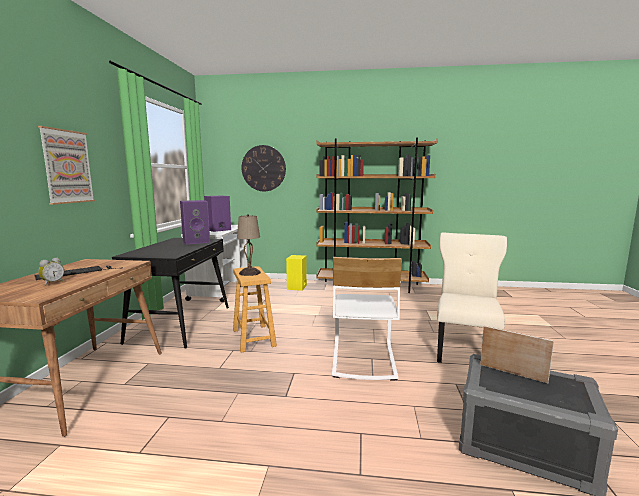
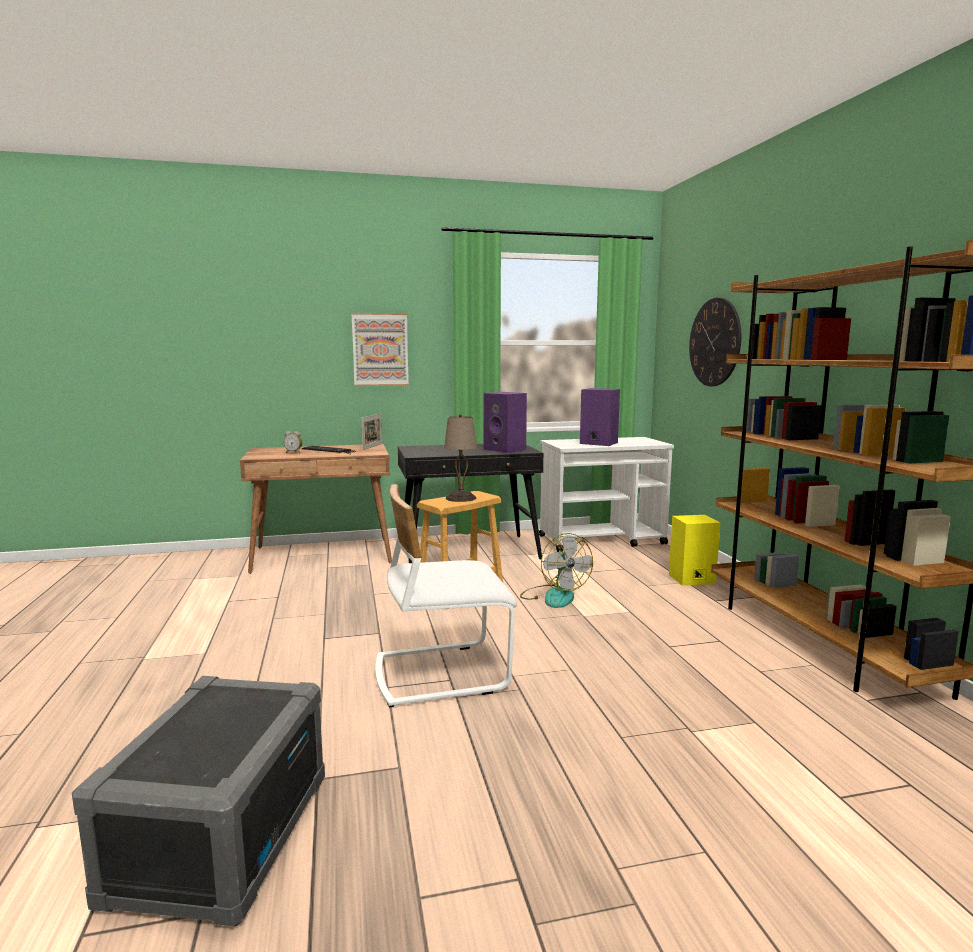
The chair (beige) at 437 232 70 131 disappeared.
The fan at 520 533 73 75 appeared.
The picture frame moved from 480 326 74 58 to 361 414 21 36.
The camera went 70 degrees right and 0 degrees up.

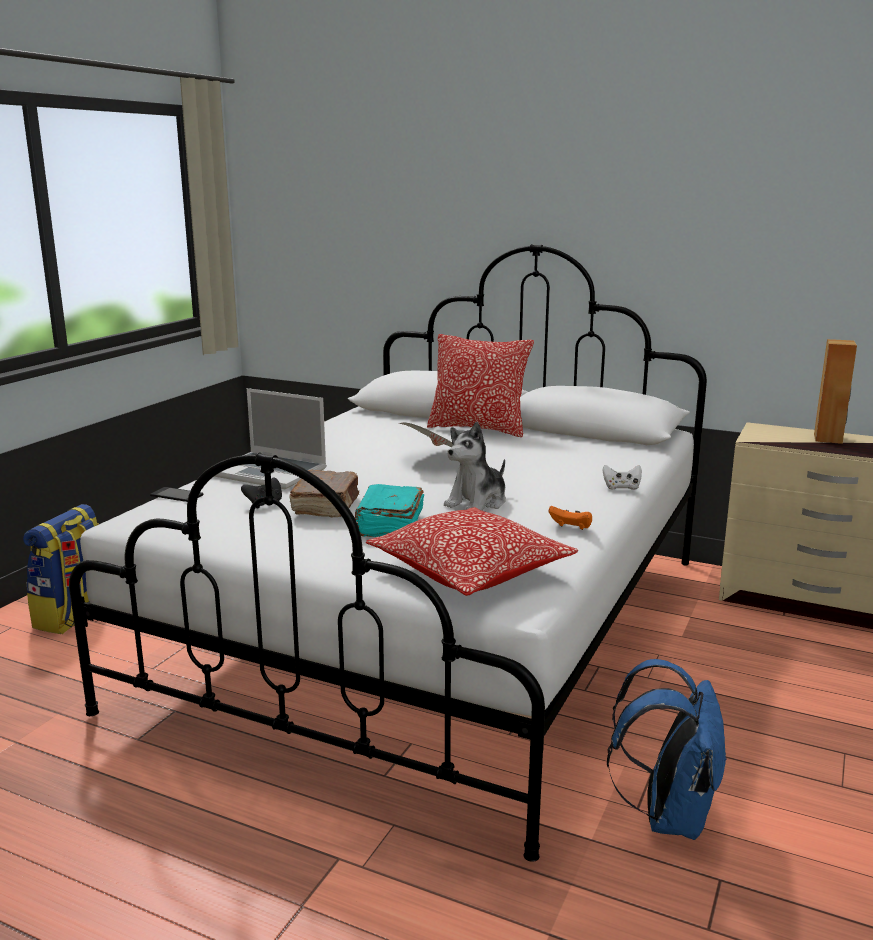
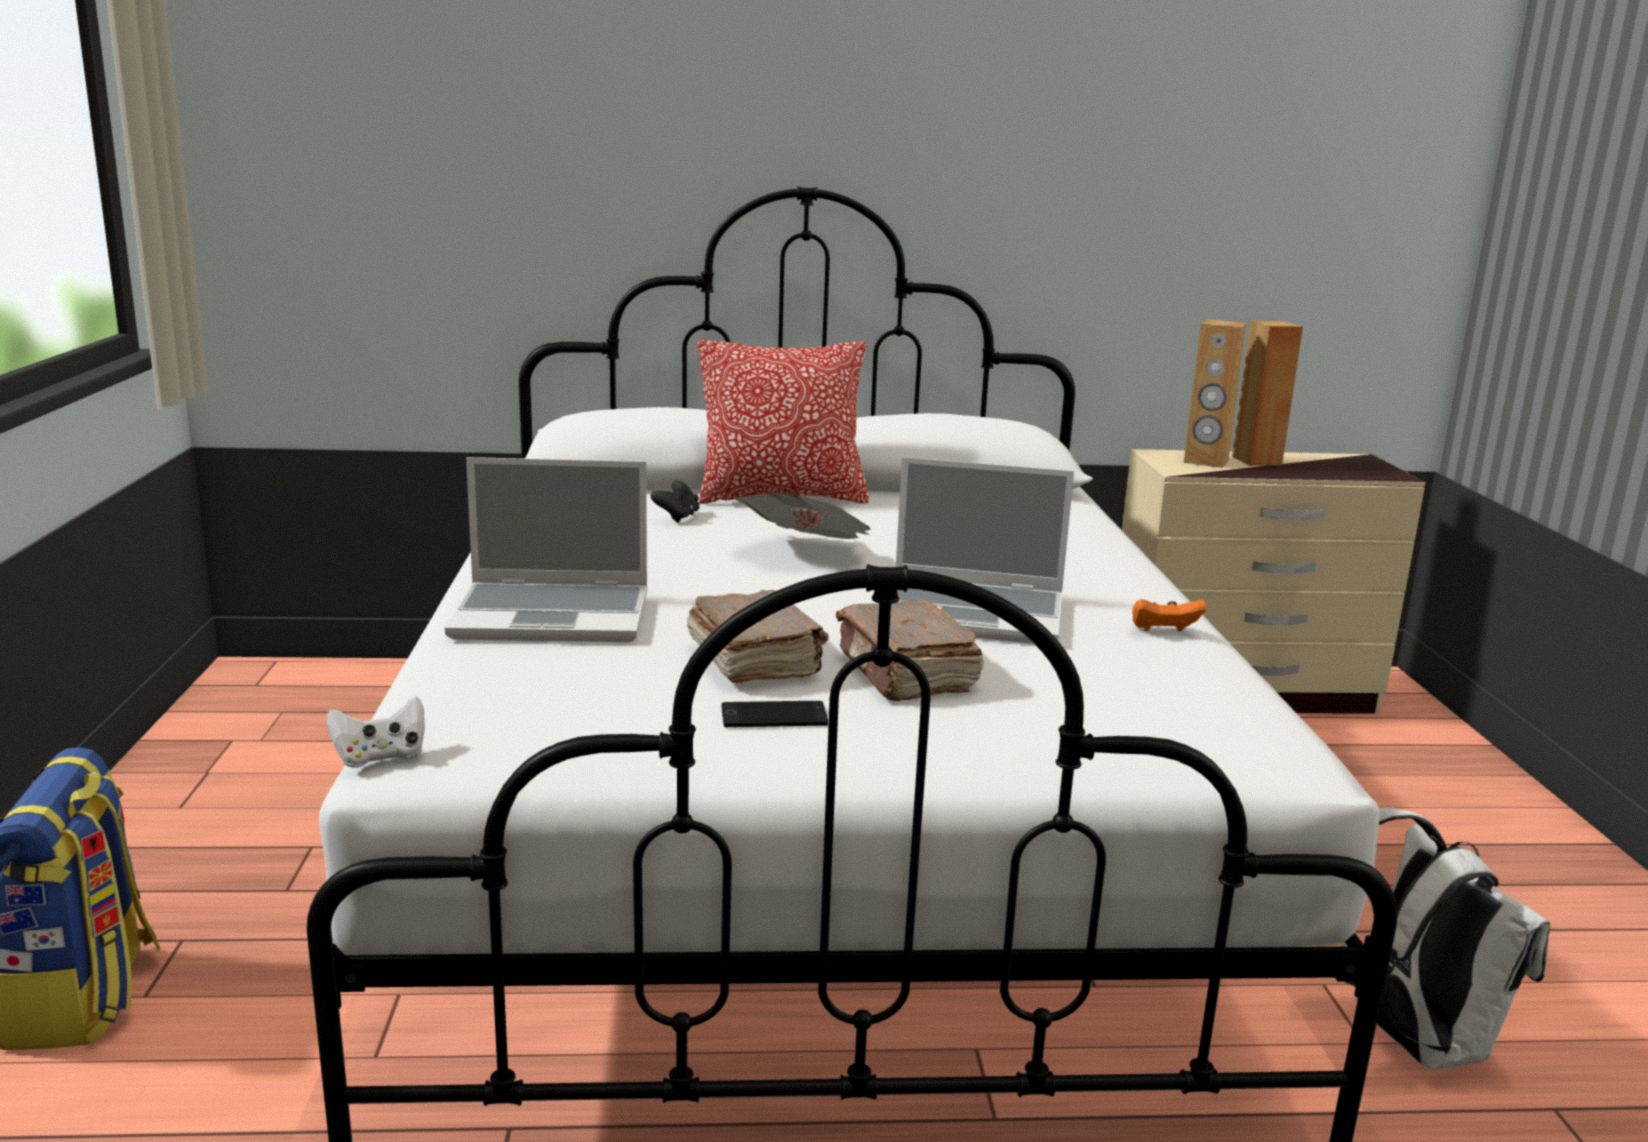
The pillow at 366 507 213 89 disappeared.
The speaker (brown) at 1184 319 62 149 appeared.
The phone moved from 150 487 53 15 to 722 701 106 27.
The game controller (black) moved from 241 478 41 31 to 651 480 49 43.
The game controller (white) moved from 603 465 39 25 to 327 697 98 71.
The plush toy at 444 422 62 88 was replaced by the laptop at 896 457 178 187.
The book (turquoise) at 355 484 69 53 became the book (brown) at 836 599 148 102.
The backpack (blue) at 607 659 120 181 became the backpack (white) at 1333 807 217 263.
The camera went 30 degrees left and 0 degrees up.

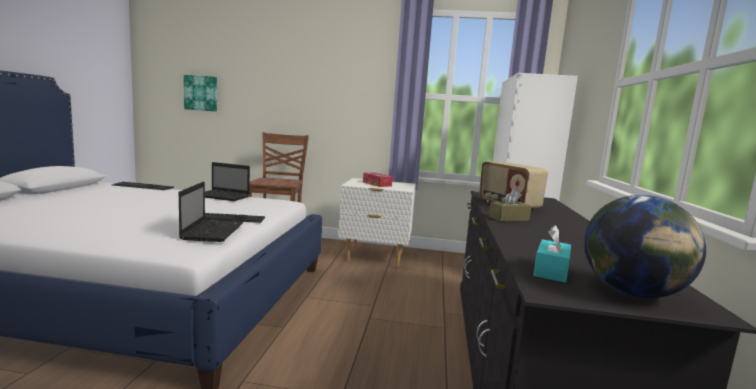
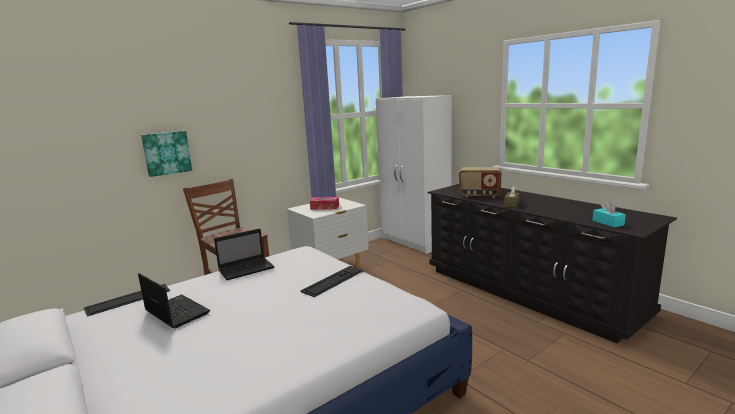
The globe at 584 195 122 103 disappeared.
The laptop moved from 179 182 64 60 to 138 273 72 55.
The picture moved from 184 75 33 37 to 141 131 51 46.
The camera went 45 degrees left and 5 degrees up.

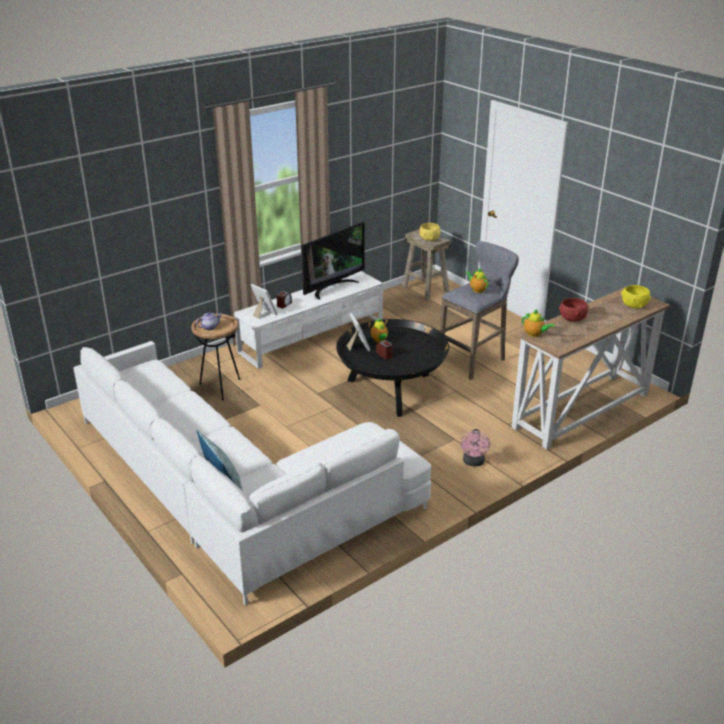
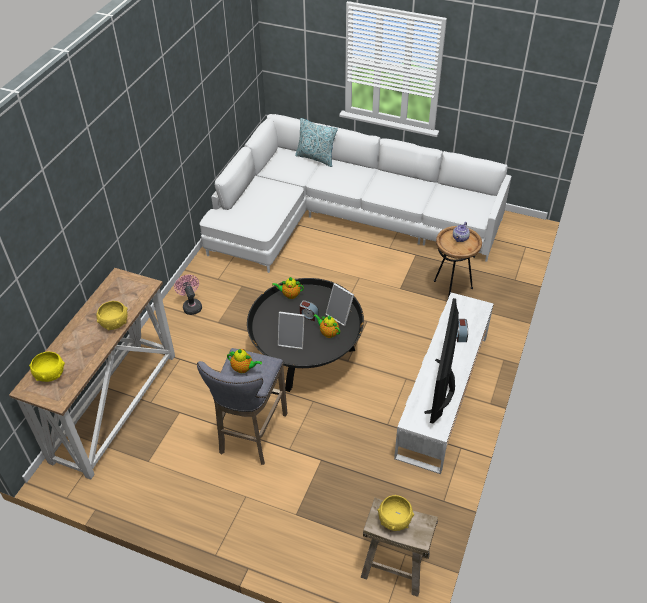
The picture frame moved from 251 284 26 35 to 278 311 27 38.
The teapot moved from 522 309 33 28 to 272 277 32 22.
The bowl (red) at 559 298 30 24 became the bowl (yellow) at 96 301 32 29.
The camera went 150 degrees right and 15 degrees up.

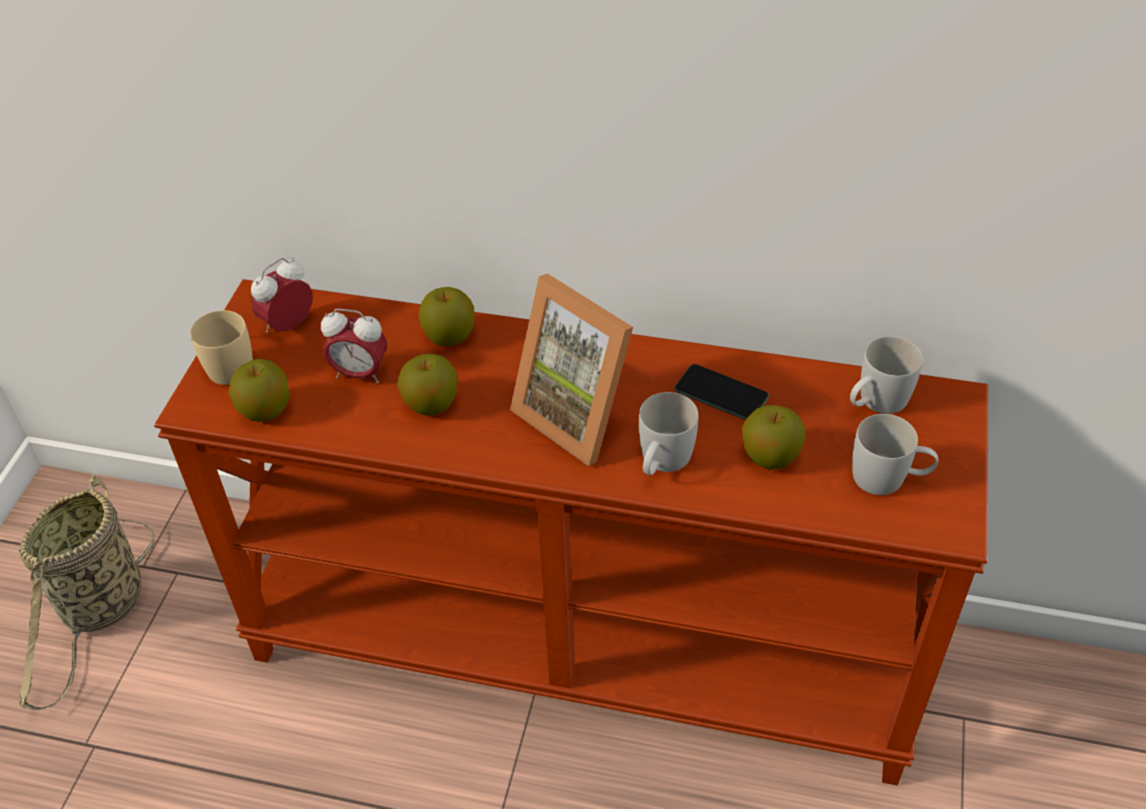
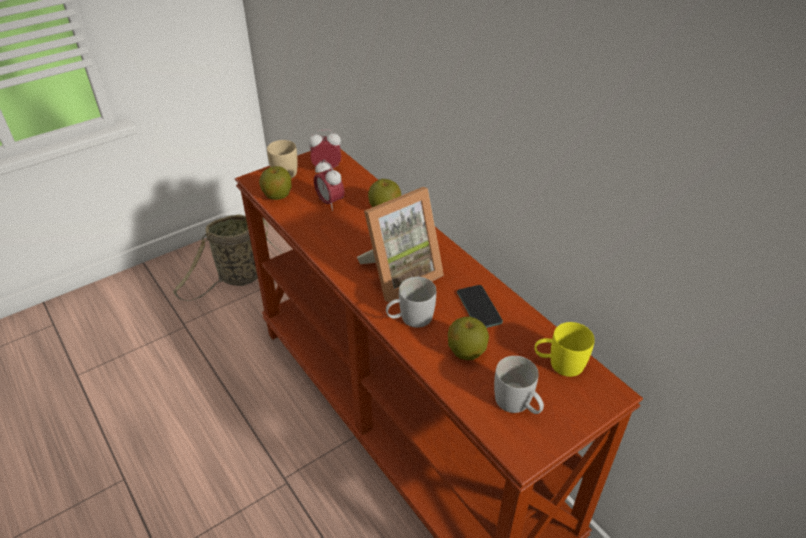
The apple at 397 354 60 61 disappeared.
The mug (white) at 850 336 73 78 became the mug (yellow) at 535 322 60 55.
The picture frame at 510 274 123 192 turned 120 degrees counterclockwise.
The camera went 40 degrees right and 5 degrees down.

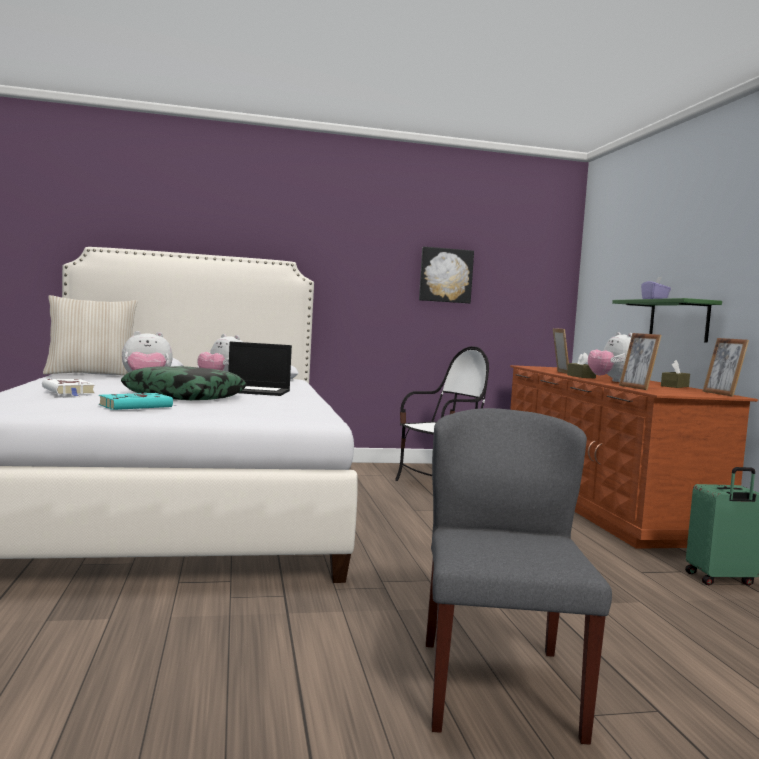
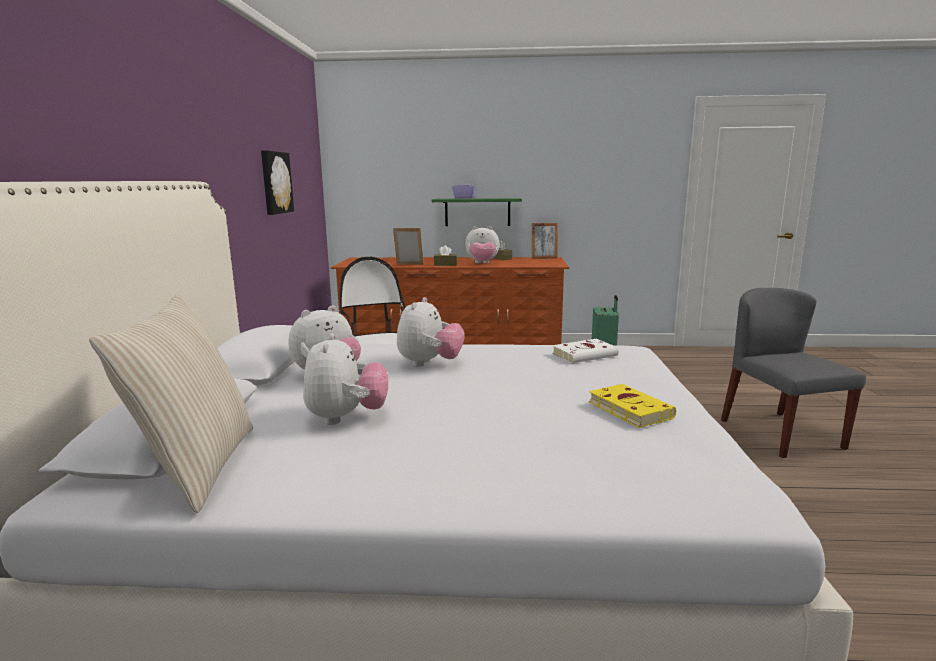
The pillow at 121 366 126 34 disappeared.
The picture frame at 619 333 43 57 disappeared.
The book (white) moved from 42 379 54 17 to 552 339 67 24.
The laptop at 228 342 64 54 was replaced by the plush toy at 397 297 68 70.
The book (turquoise) at 99 393 74 17 became the book (yellow) at 589 384 87 44.
The chair (grey) at 426 408 186 337 turned 60 degrees clockwise.
The camera went 75 degrees left and 10 degrees up.

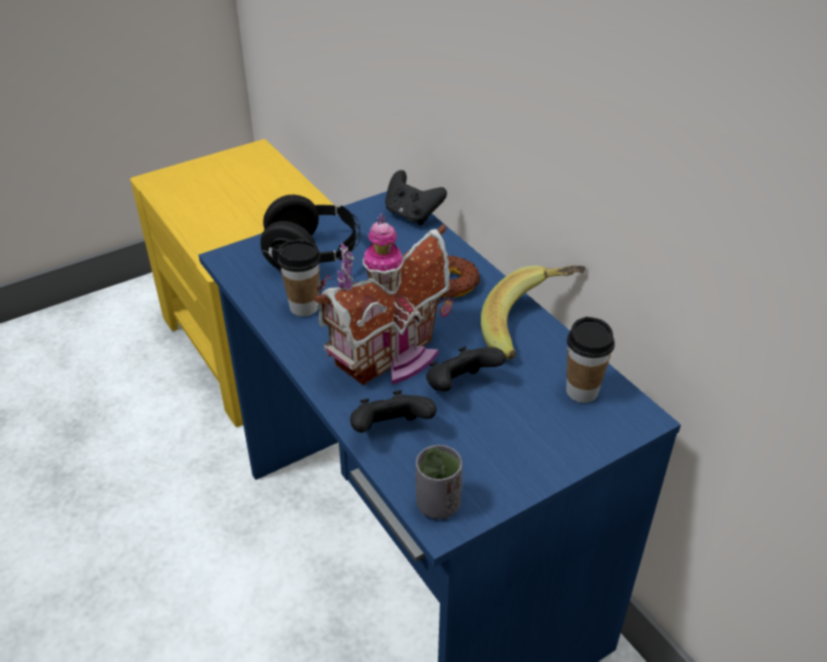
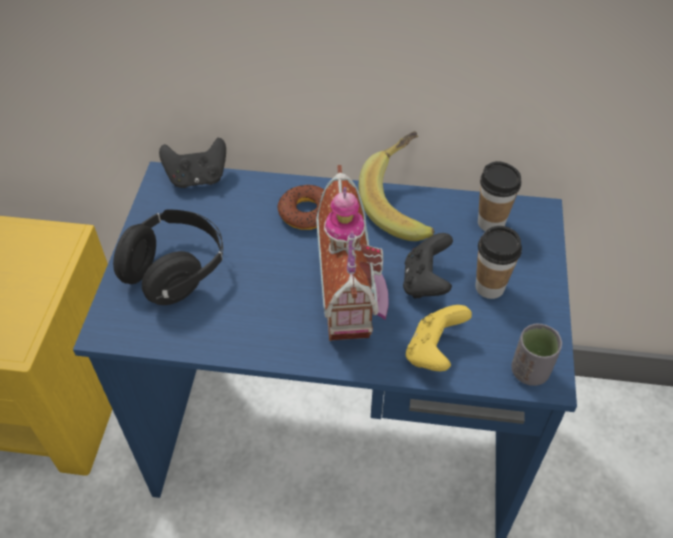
The cup moved from 278 240 42 77 to 475 226 47 73.
The game controller (black) at 350 390 87 43 became the game controller (yellow) at 406 305 66 66.
The camera went 50 degrees left and 10 degrees up.

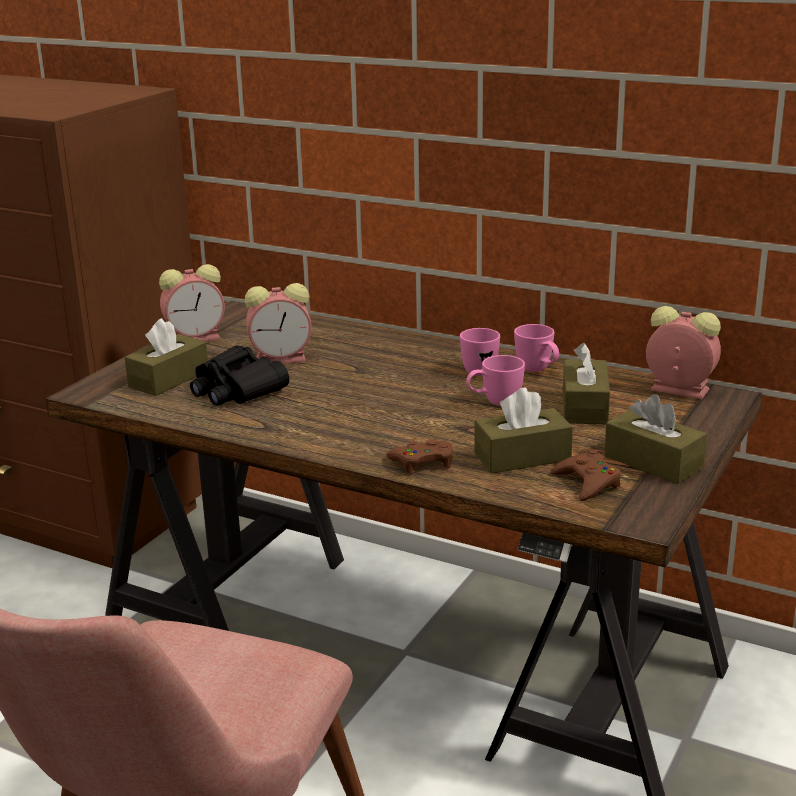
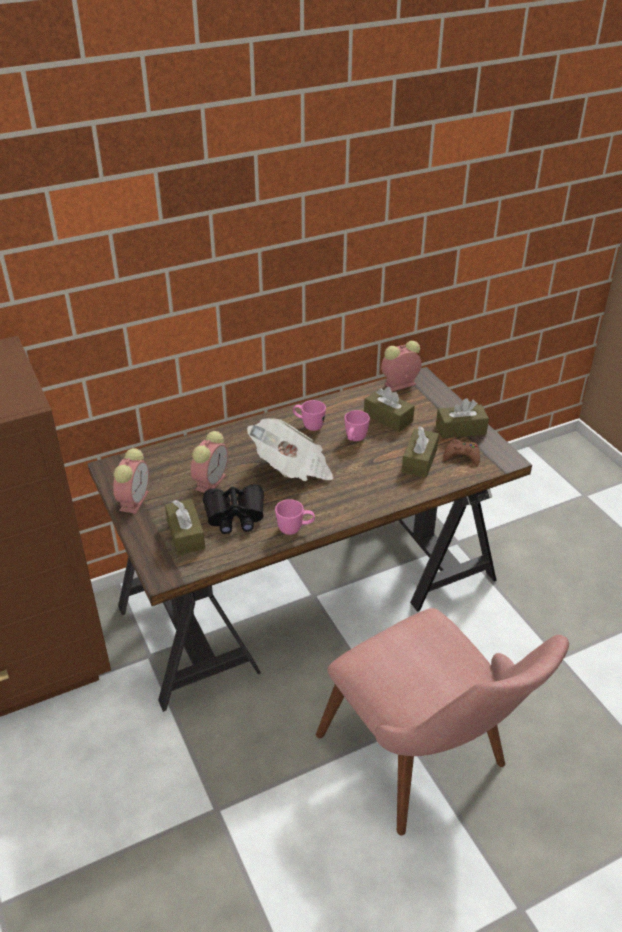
The game controller (brown) at 386 439 67 35 disappeared.
The newspaper at 247 418 87 63 appeared.
The mug (pink) moved from 514 324 45 48 to 275 499 40 36.
The camera went 55 degrees left and 15 degrees up.

